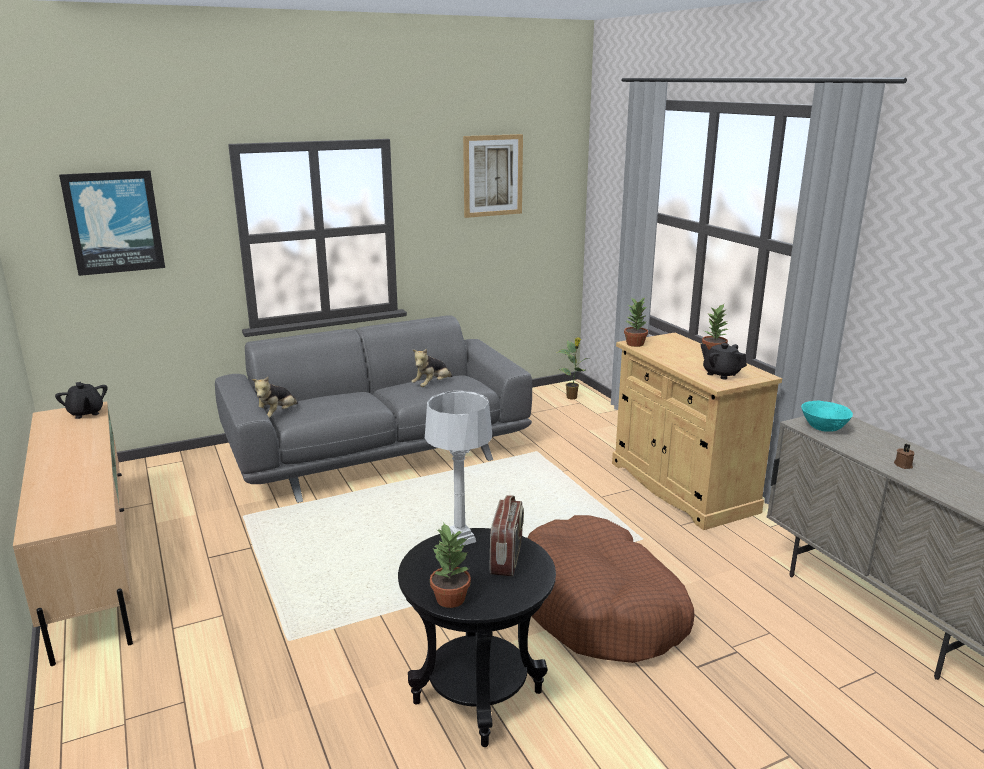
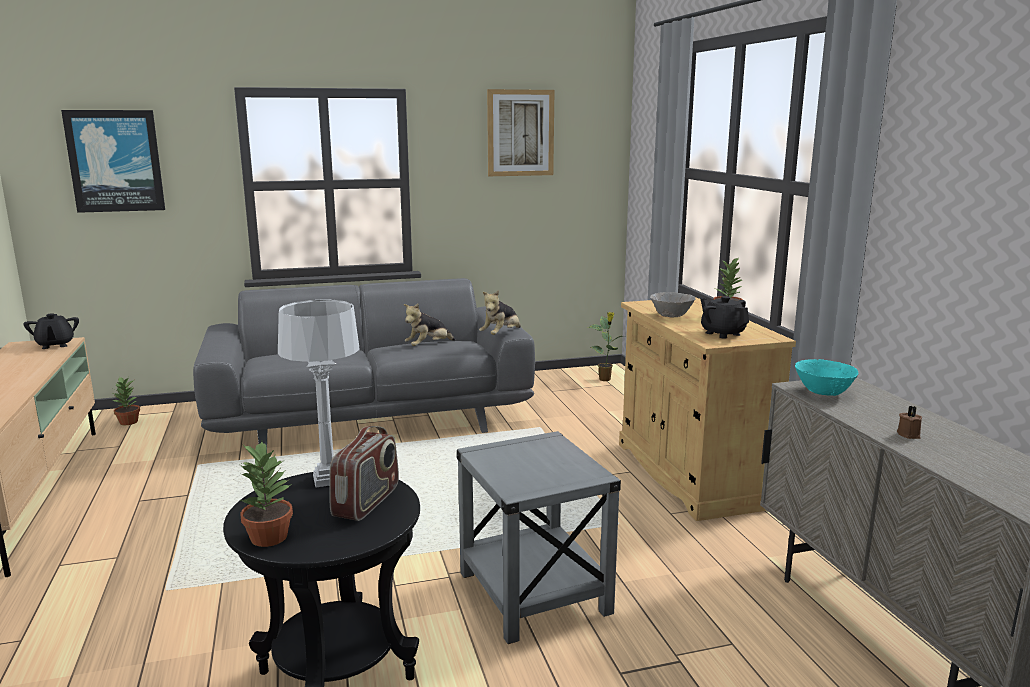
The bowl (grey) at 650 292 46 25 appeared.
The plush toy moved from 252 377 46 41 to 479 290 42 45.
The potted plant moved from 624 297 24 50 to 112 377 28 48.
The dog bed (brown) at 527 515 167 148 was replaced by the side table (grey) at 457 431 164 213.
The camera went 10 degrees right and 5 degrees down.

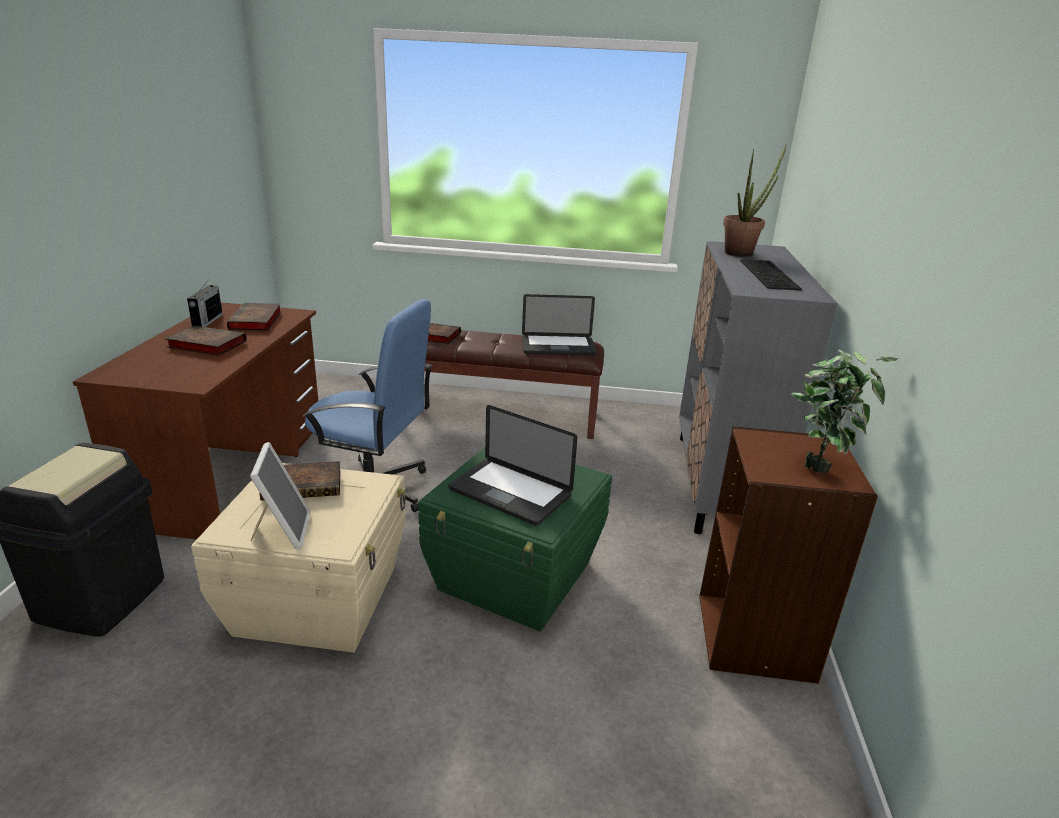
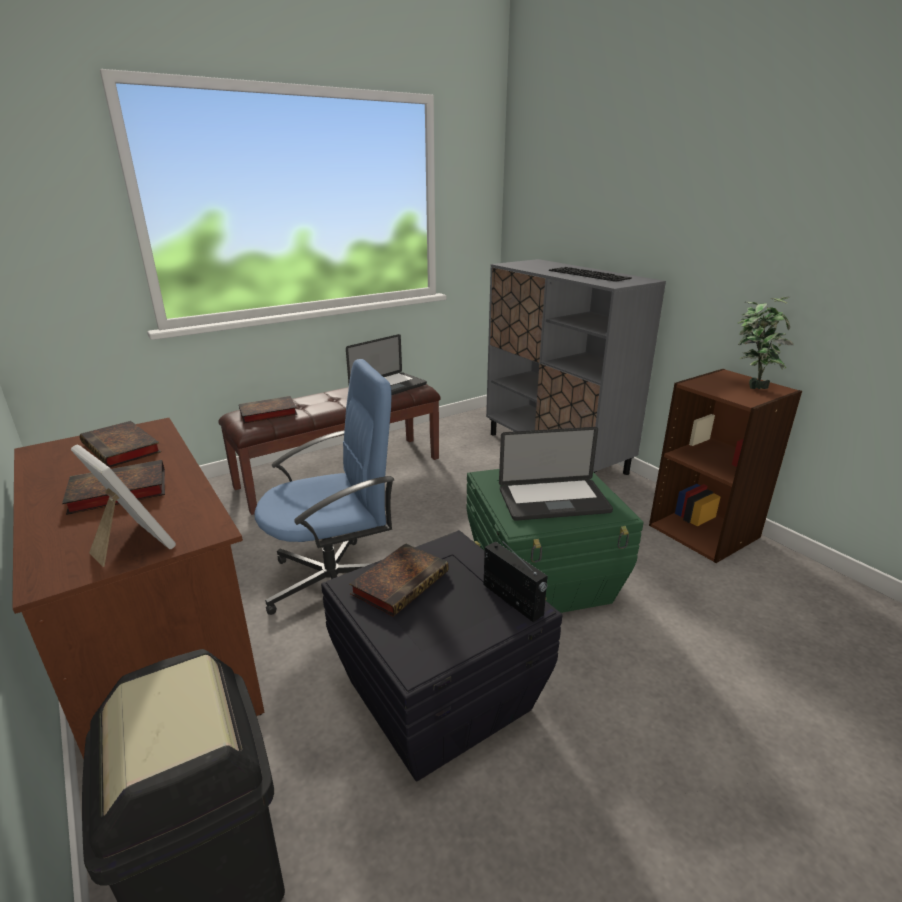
The potted plant at 723 146 63 111 disappeared.
The radio moved from 187 278 36 49 to 484 537 64 85.
The picture frame moved from 250 442 61 108 to 71 445 105 122.
The storage box (beige) at 191 463 215 190 became the storage box (black) at 321 530 241 252.
The camera went 40 degrees left and 0 degrees up.

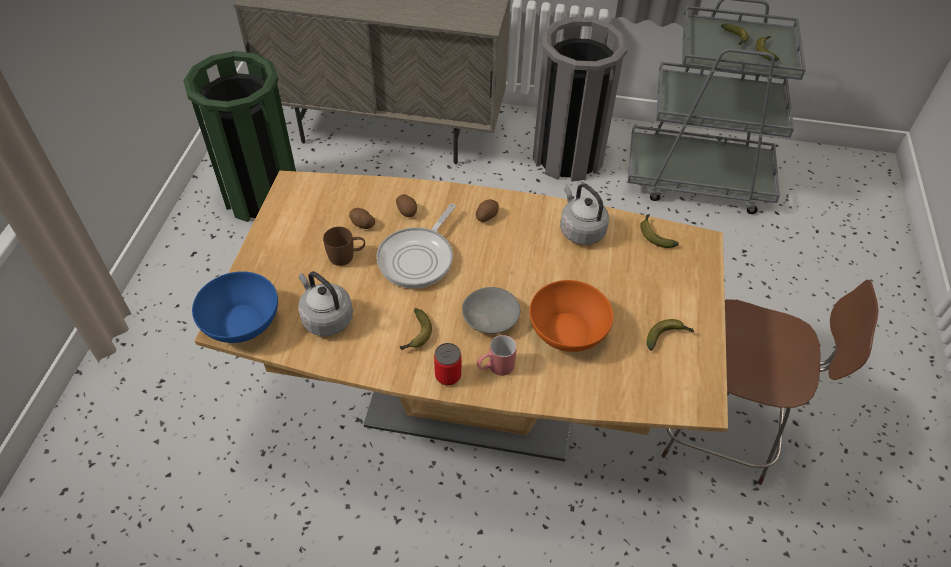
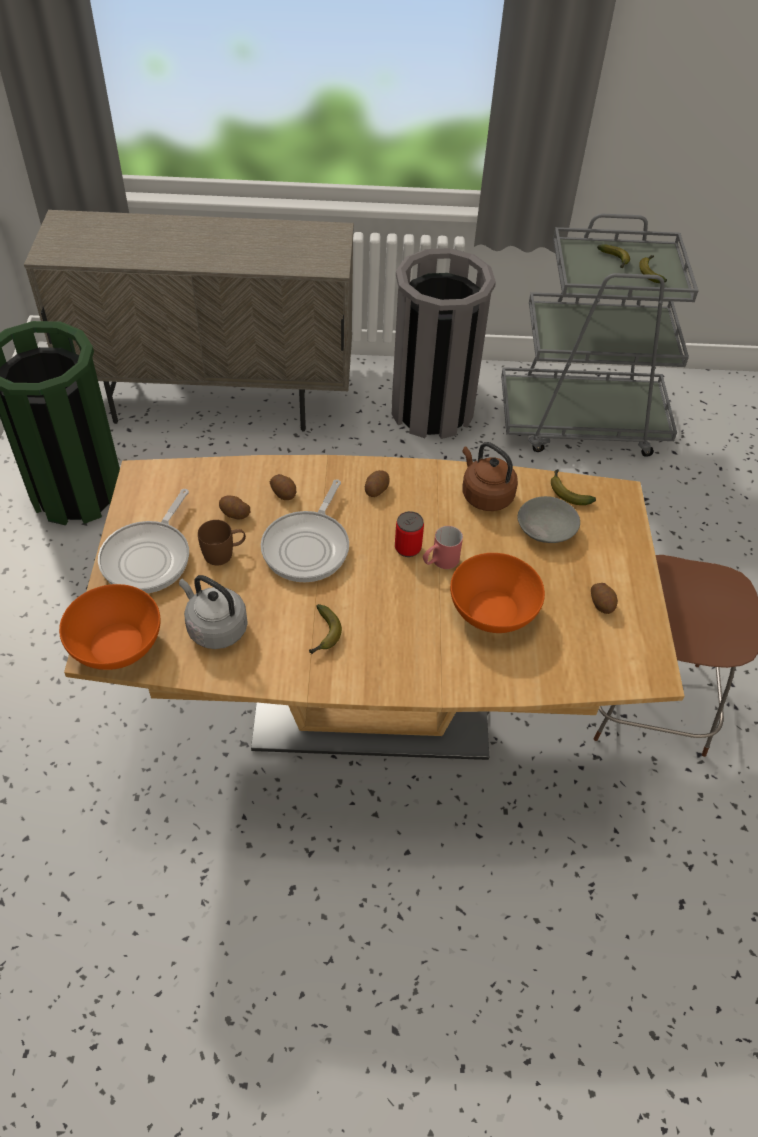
The frying pan at 98 489 91 105 appeared.
The can moved from 434 343 27 43 to 395 511 29 46.
The bowl (grey) moved from 462 287 58 47 to 517 496 63 47.
The mug (red) moved from 477 335 40 41 to 423 526 40 43.
The banana at 647 319 47 32 was replaced by the potato at 591 583 27 31.
The bowl (blue) at 192 271 86 72 became the bowl (orange) at 59 584 102 86.
The kettle (grey) at 560 183 49 62 became the kettle (brown) at 462 442 56 69.
The camera went 10 degrees left and 0 degrees up.

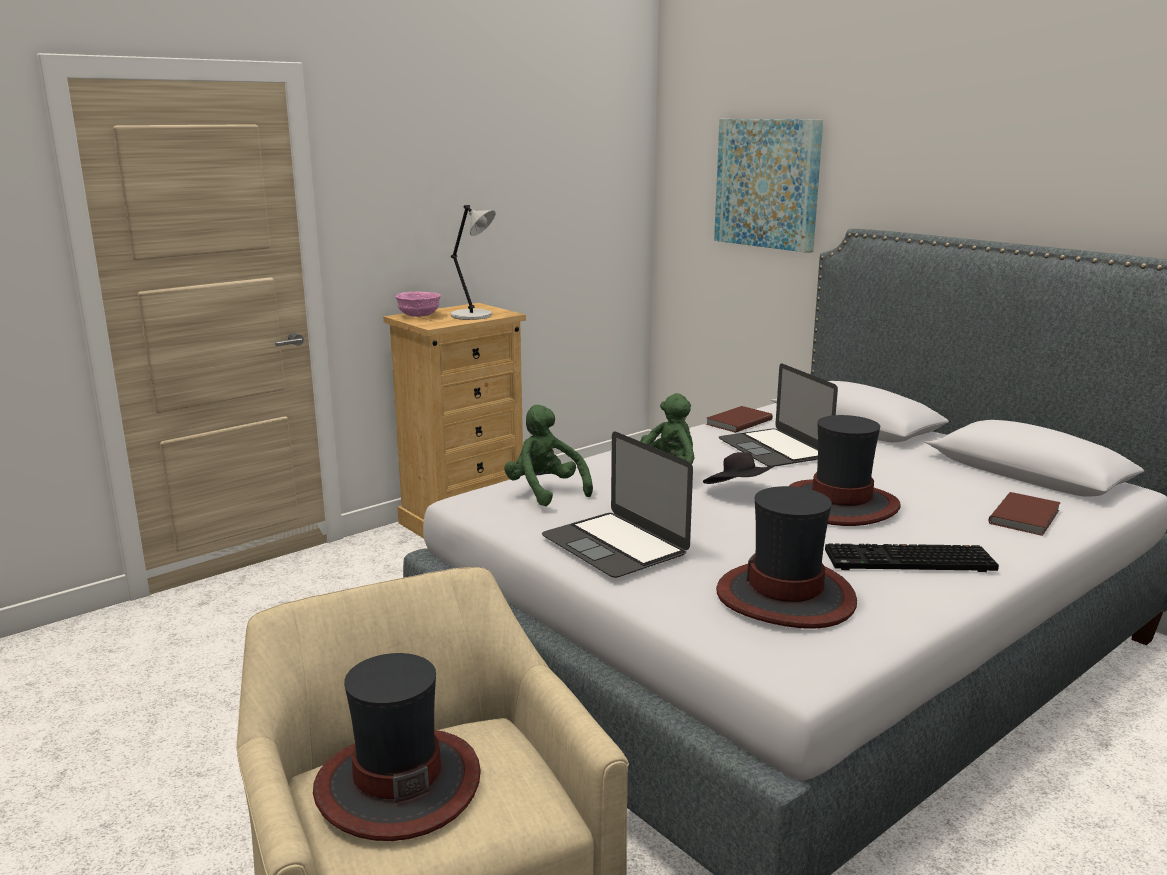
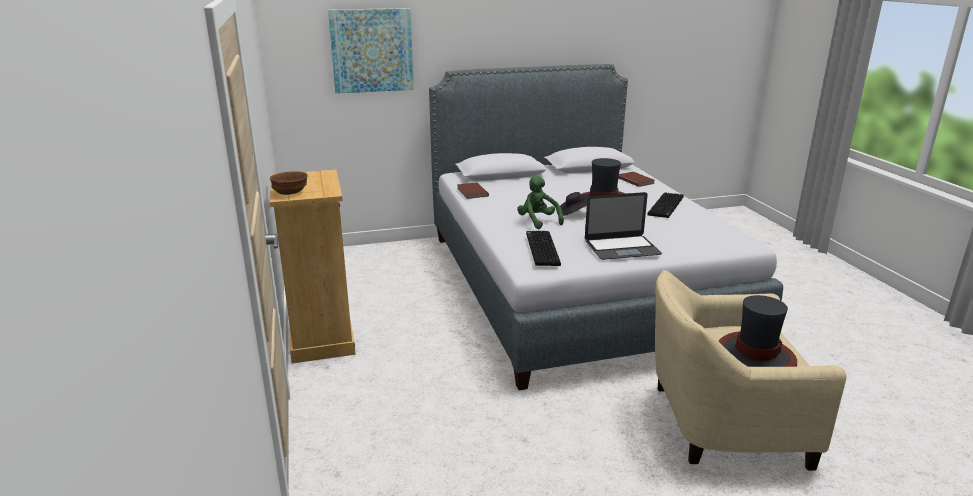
The table lamp (grey) at 451 205 45 115 disappeared.
The hat at 716 486 141 143 disappeared.
The laptop at 719 363 119 104 disappeared.
The plush toy (green) at 504 405 89 101 was replaced by the keyboard at 526 231 35 35.
The bowl (pink) at 396 292 45 25 became the bowl (brown) at 270 171 38 24.
The camera went 65 degrees left and 5 degrees up.

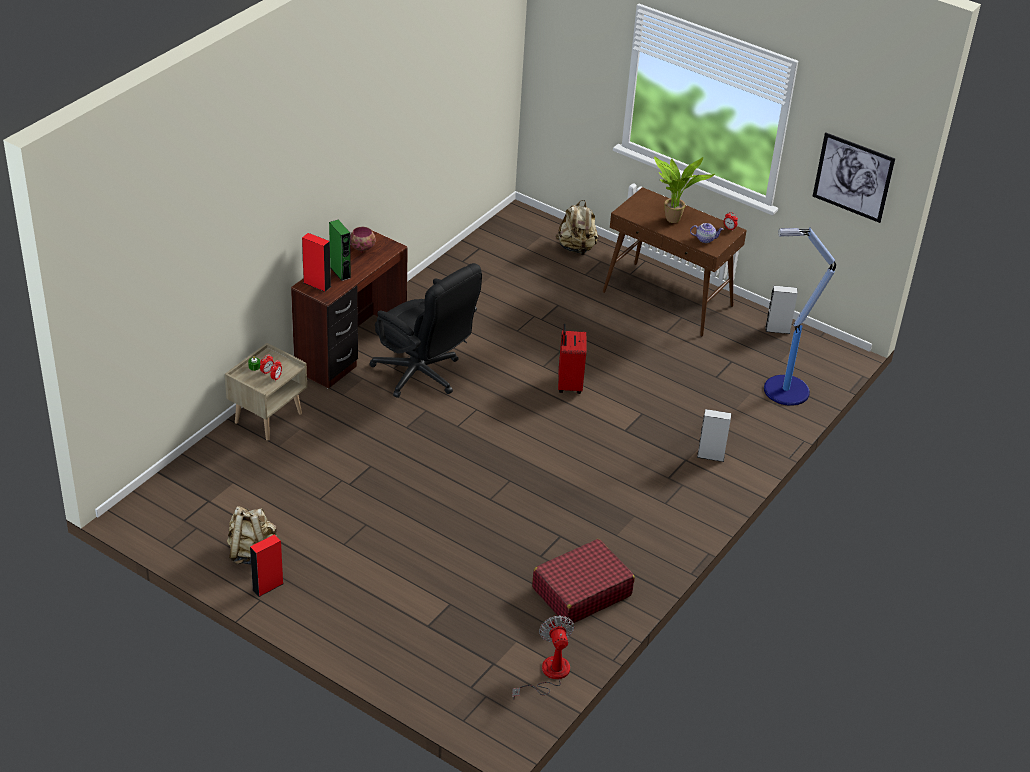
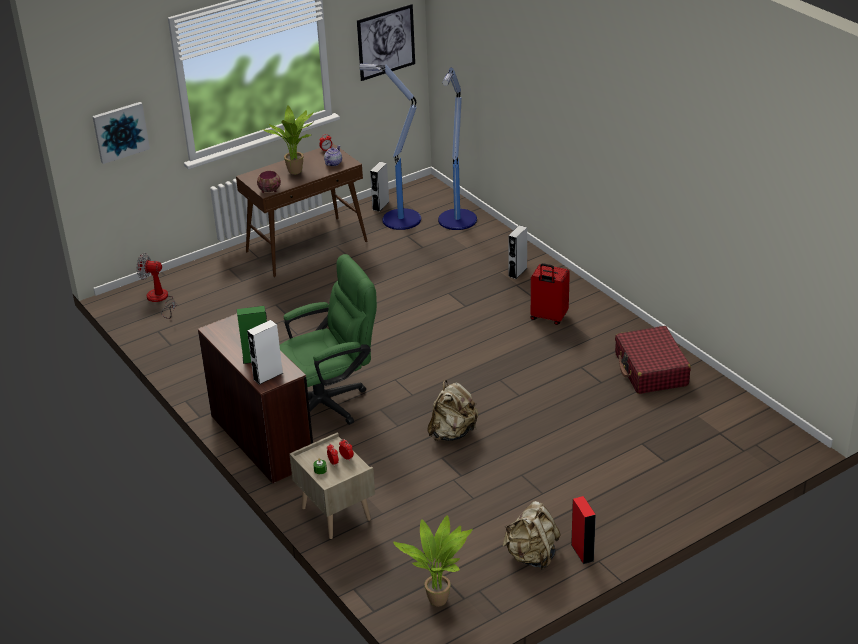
The picture at 92 102 58 62 appeared.
The floor lamp at 360 64 61 166 appeared.
The potted plant at 393 515 80 92 appeared.
The bowl moved from 350 227 26 26 to 257 171 24 22.
The fan moved from 512 615 62 85 to 137 253 40 66.
The backpack (beige) moved from 556 200 42 55 to 427 380 51 61.
The suitcase (red) moved from 558 324 28 70 to 531 263 39 62.
The speaker (red) at 302 233 29 59 became the speaker (white) at 247 320 36 65.
The office chair (black) at 369 263 113 135 became the office chair (green) at 280 254 97 171.
The camera went 65 degrees left and 5 degrees down.

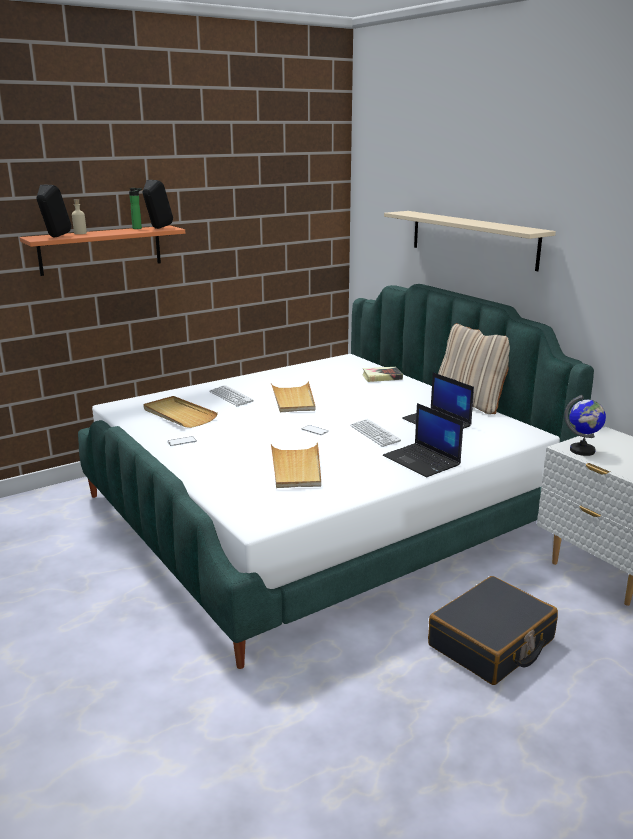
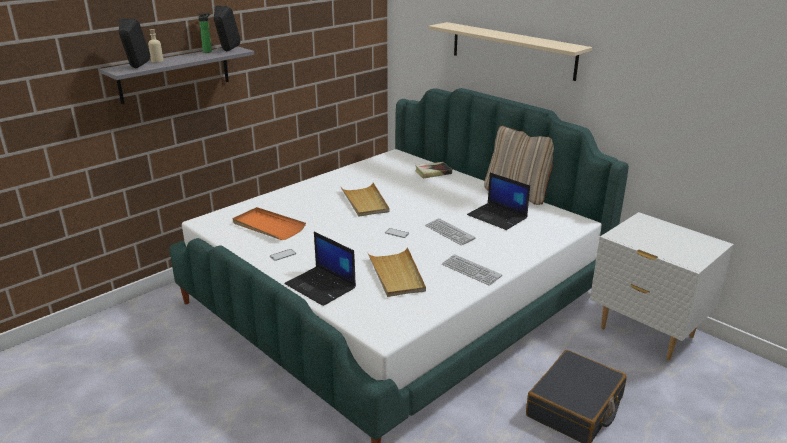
The globe at 564 395 42 61 disappeared.
The keyboard moved from 209 385 45 21 to 442 254 60 32.
The laptop moved from 383 403 80 74 to 284 232 72 74.
The shelf (orange) at 20 225 165 51 became the shelf (grey) at 100 46 154 58.
The tray (beige) at 143 396 75 32 became the tray (orange) at 233 207 73 33.
The camera went 10 degrees left and 5 degrees up.

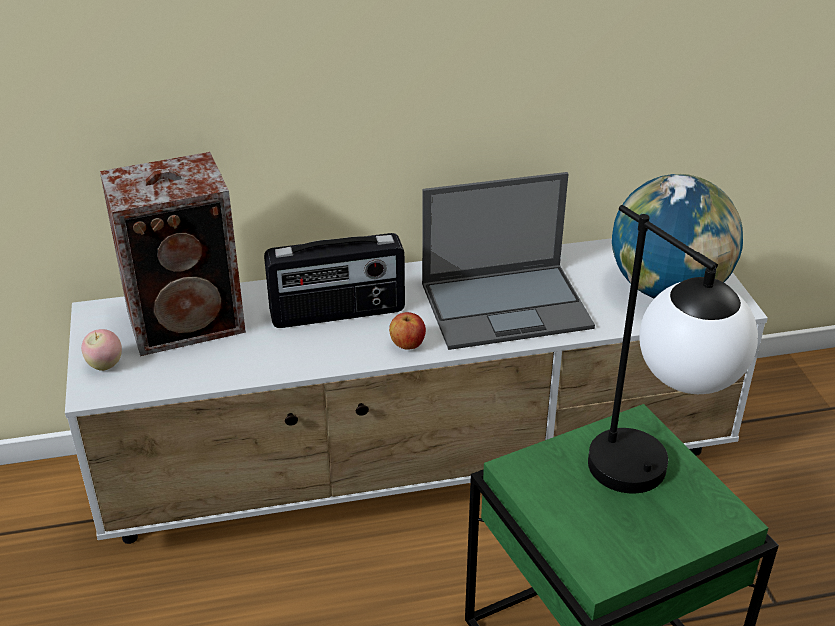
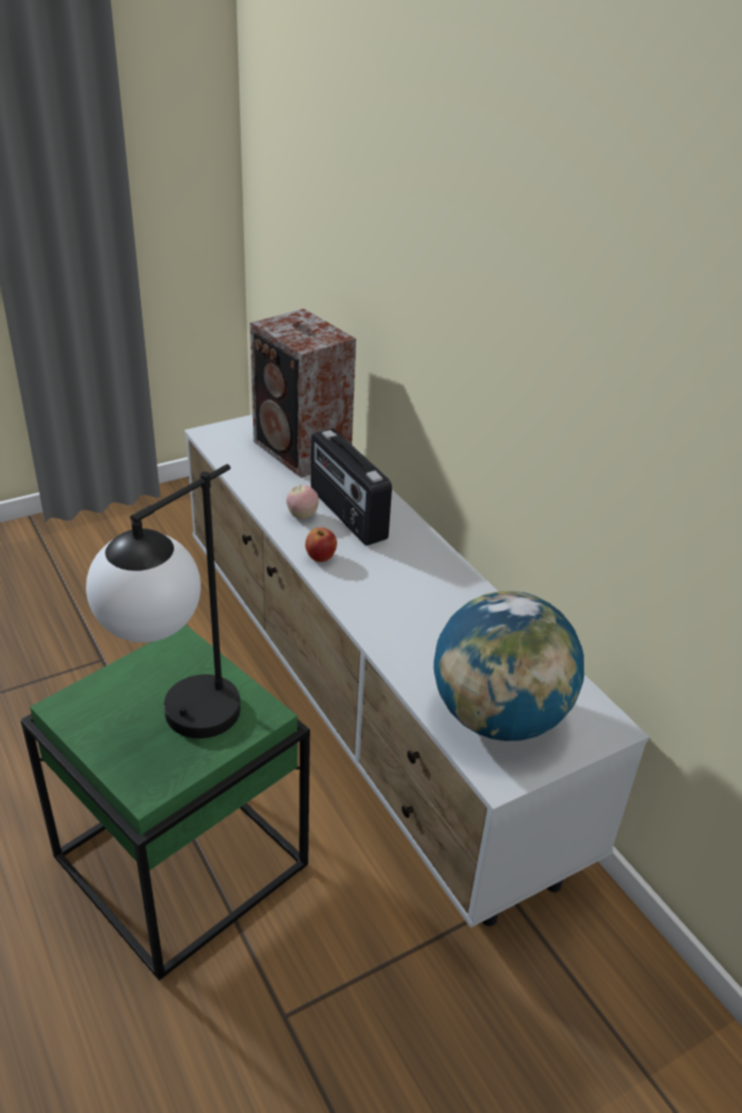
The laptop at 422 172 173 178 disappeared.
The apple moved from 81 329 41 42 to 286 485 33 34.
The camera went 70 degrees right and 0 degrees up.

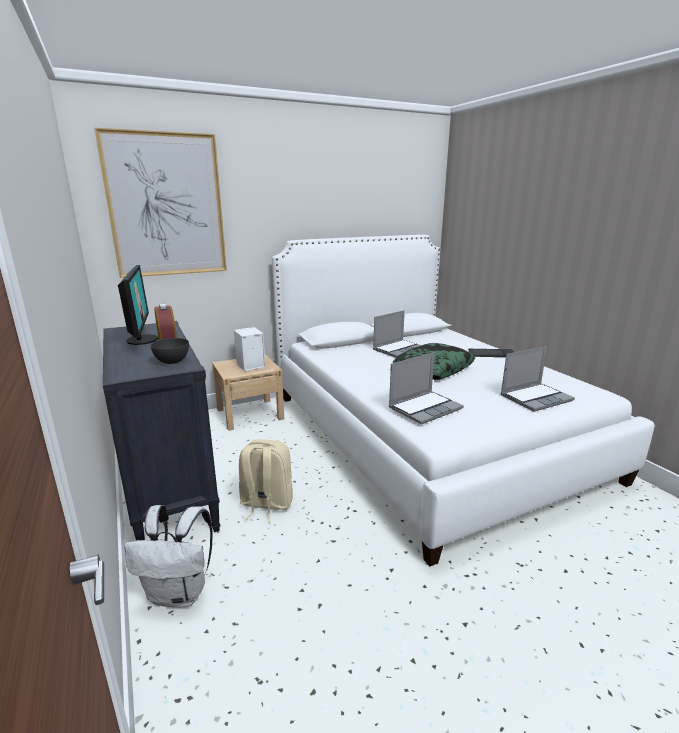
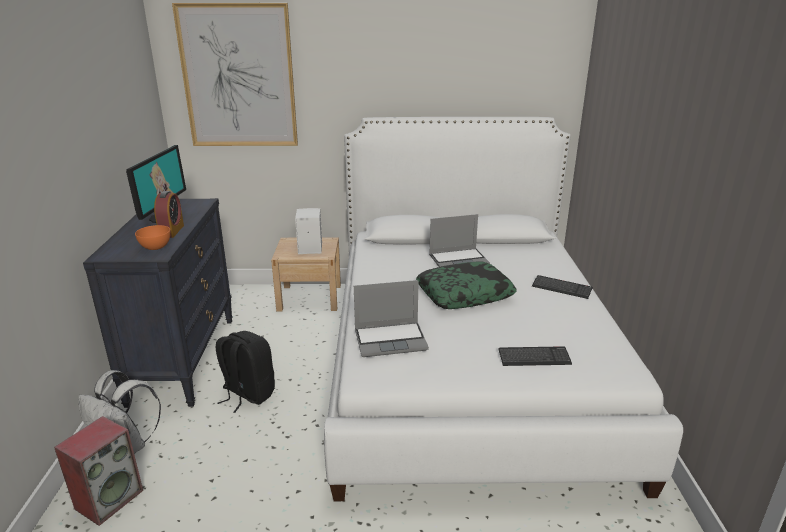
The speaker at 54 416 89 110 appeared.
The laptop at 501 346 74 66 was replaced by the keyboard at 498 346 74 20.
The bowl (grey) at 150 338 39 26 became the bowl (orange) at 135 225 36 25.
The backpack (beige) at 239 439 54 84 became the backpack (black) at 216 331 59 82.
The camera went 25 degrees right and 5 degrees up.

